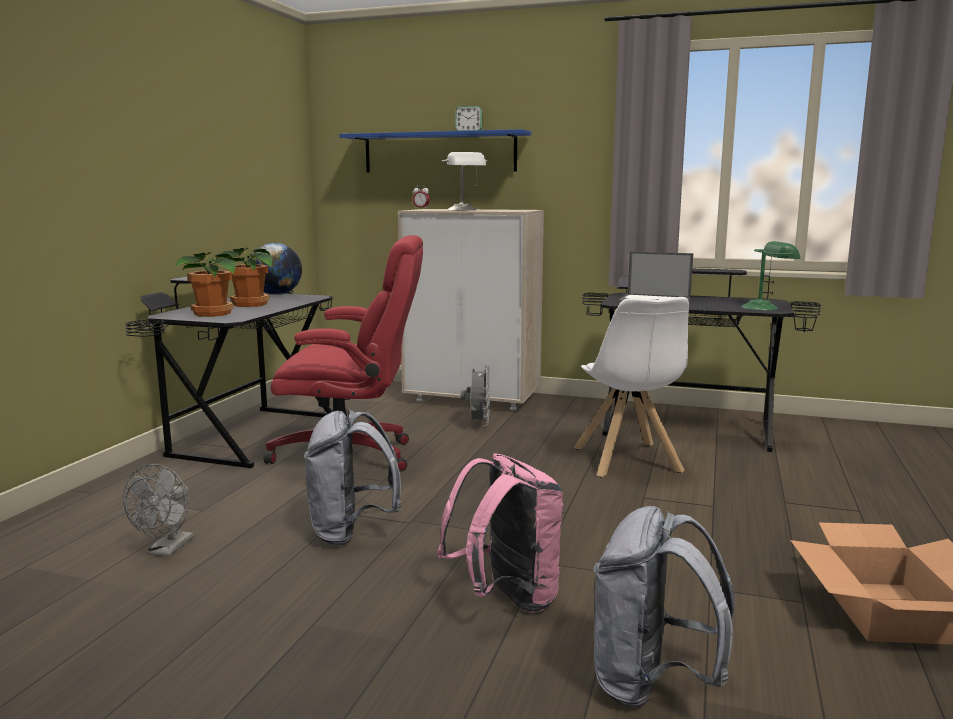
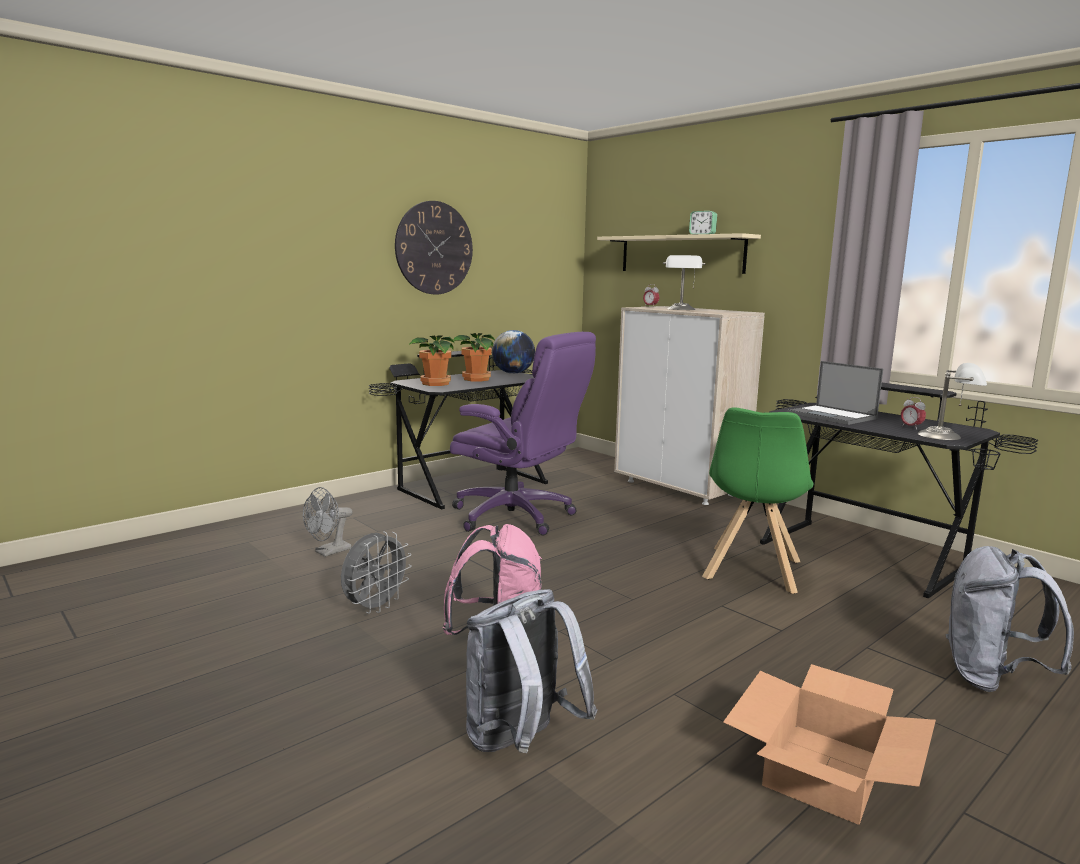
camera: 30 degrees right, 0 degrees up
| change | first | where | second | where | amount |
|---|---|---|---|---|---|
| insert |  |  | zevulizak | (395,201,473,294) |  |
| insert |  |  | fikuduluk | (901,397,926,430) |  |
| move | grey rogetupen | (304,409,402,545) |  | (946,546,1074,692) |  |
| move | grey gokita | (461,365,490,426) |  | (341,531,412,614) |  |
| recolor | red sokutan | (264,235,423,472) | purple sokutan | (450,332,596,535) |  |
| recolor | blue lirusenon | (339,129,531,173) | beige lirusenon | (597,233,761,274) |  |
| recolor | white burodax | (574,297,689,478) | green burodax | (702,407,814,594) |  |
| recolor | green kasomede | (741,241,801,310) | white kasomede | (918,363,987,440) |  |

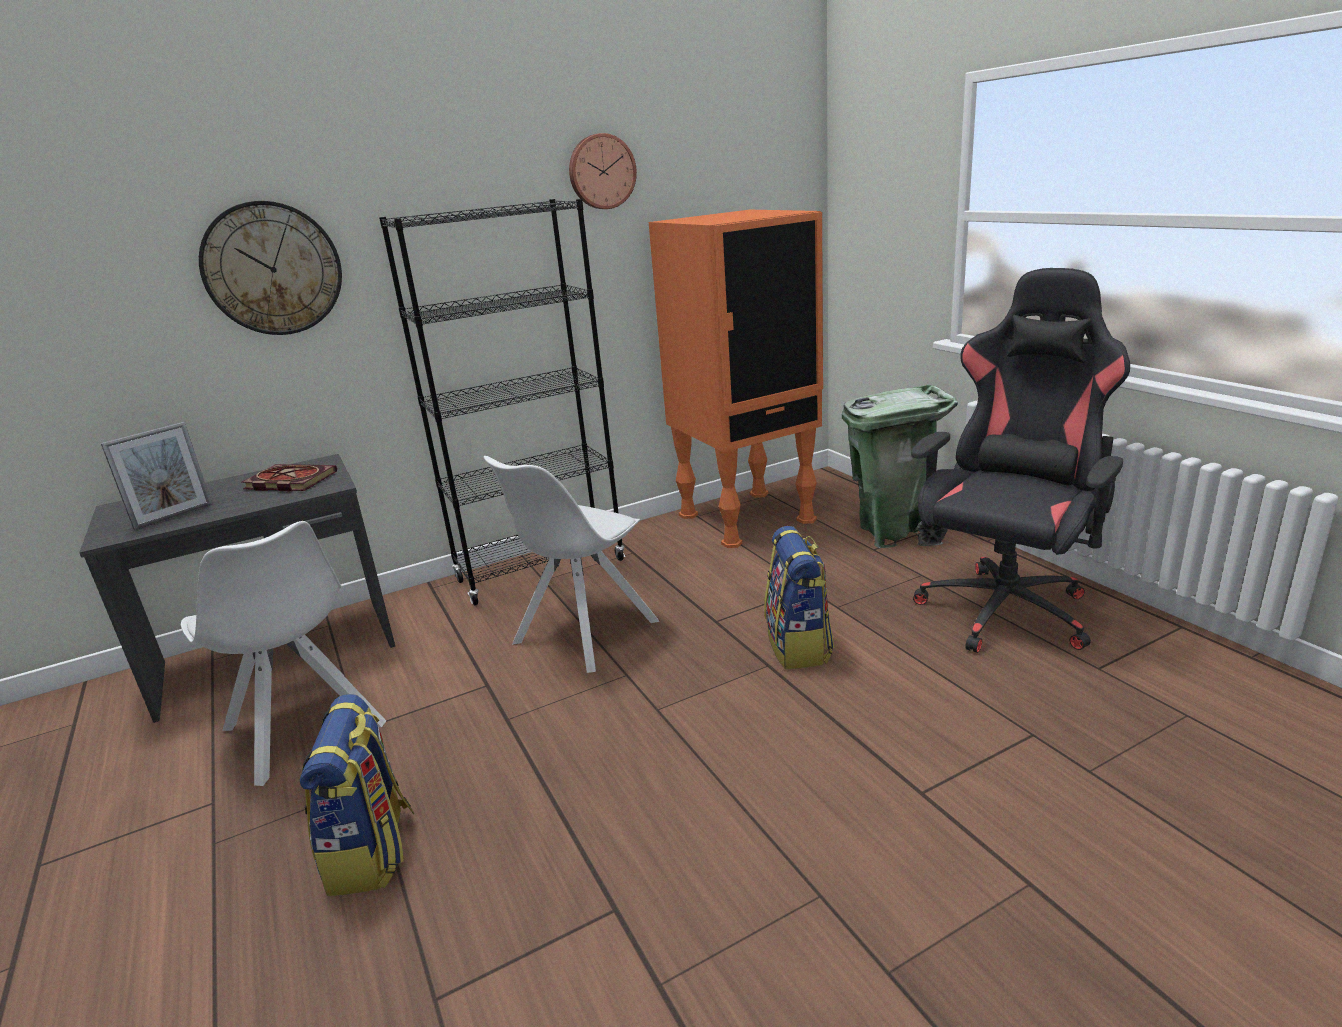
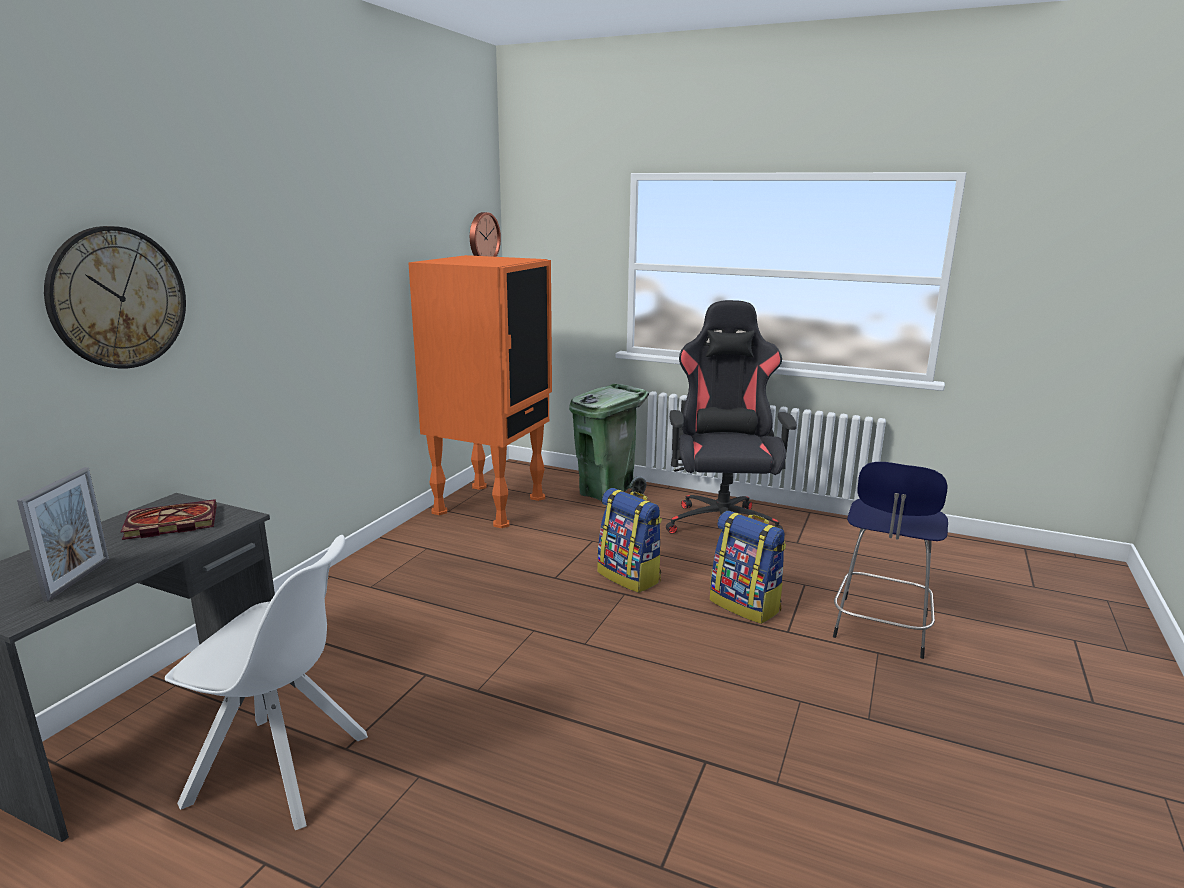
camera: 40 degrees left, 5 degrees down
| change | first | where | second | where | amount |
|---|---|---|---|---|---|
| delete | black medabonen | (379,199,625,606) |  |  |  |
| delete | white burodax | (484,456,660,673) |  |  |  |
| insert |  |  | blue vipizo | (833,462,948,659) |  |
| move | rogetupen | (300,694,414,896) |  | (710,511,786,624) |  |
| move | zevulizak | (569,133,637,209) |  | (470,212,501,257) |  |

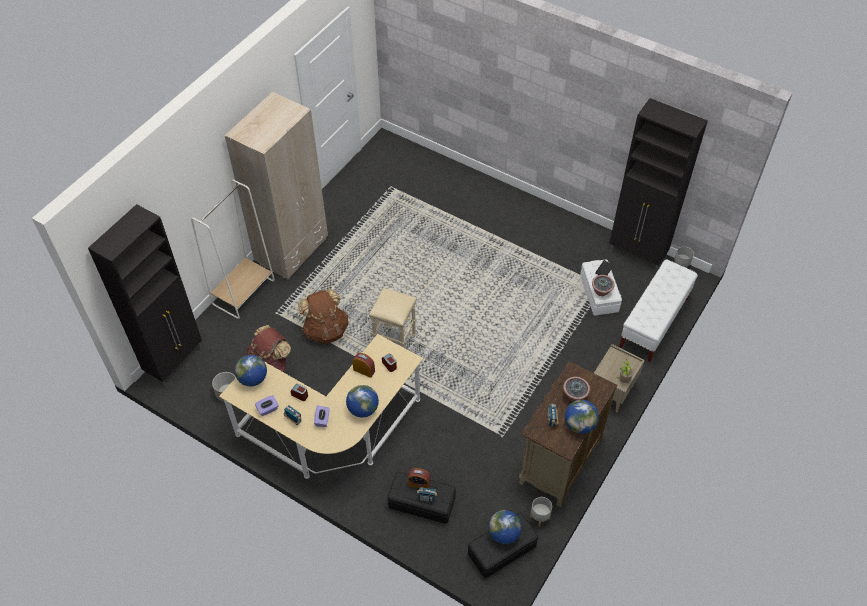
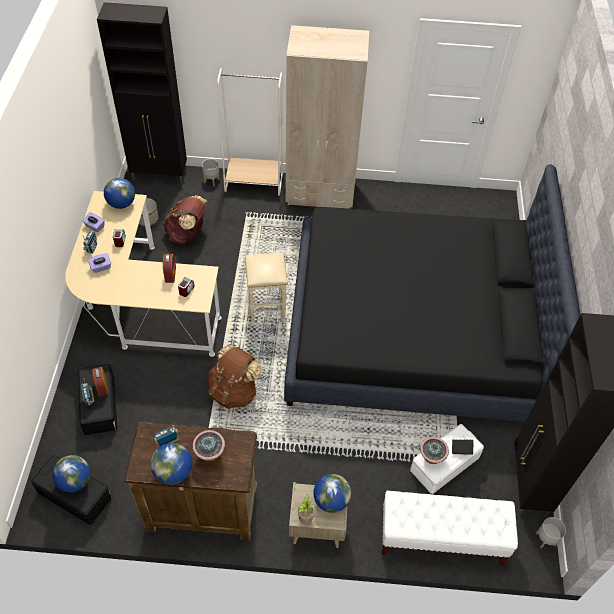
camera: 60 degrees right, 0 degrees up
| change | first | where | second | where | amount |
|---|---|---|---|---|---|
| insert |  |  | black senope | (284,164,580,422) |  |
| move | brown rogetupen | (298,289,349,344) |  | (208,344,262,409) |  |
| move | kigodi | (346,385,379,418) |  | (314,474,351,513) |  |
| move | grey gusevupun | (530,497,552,527) |  | (202,159,220,186) |  |

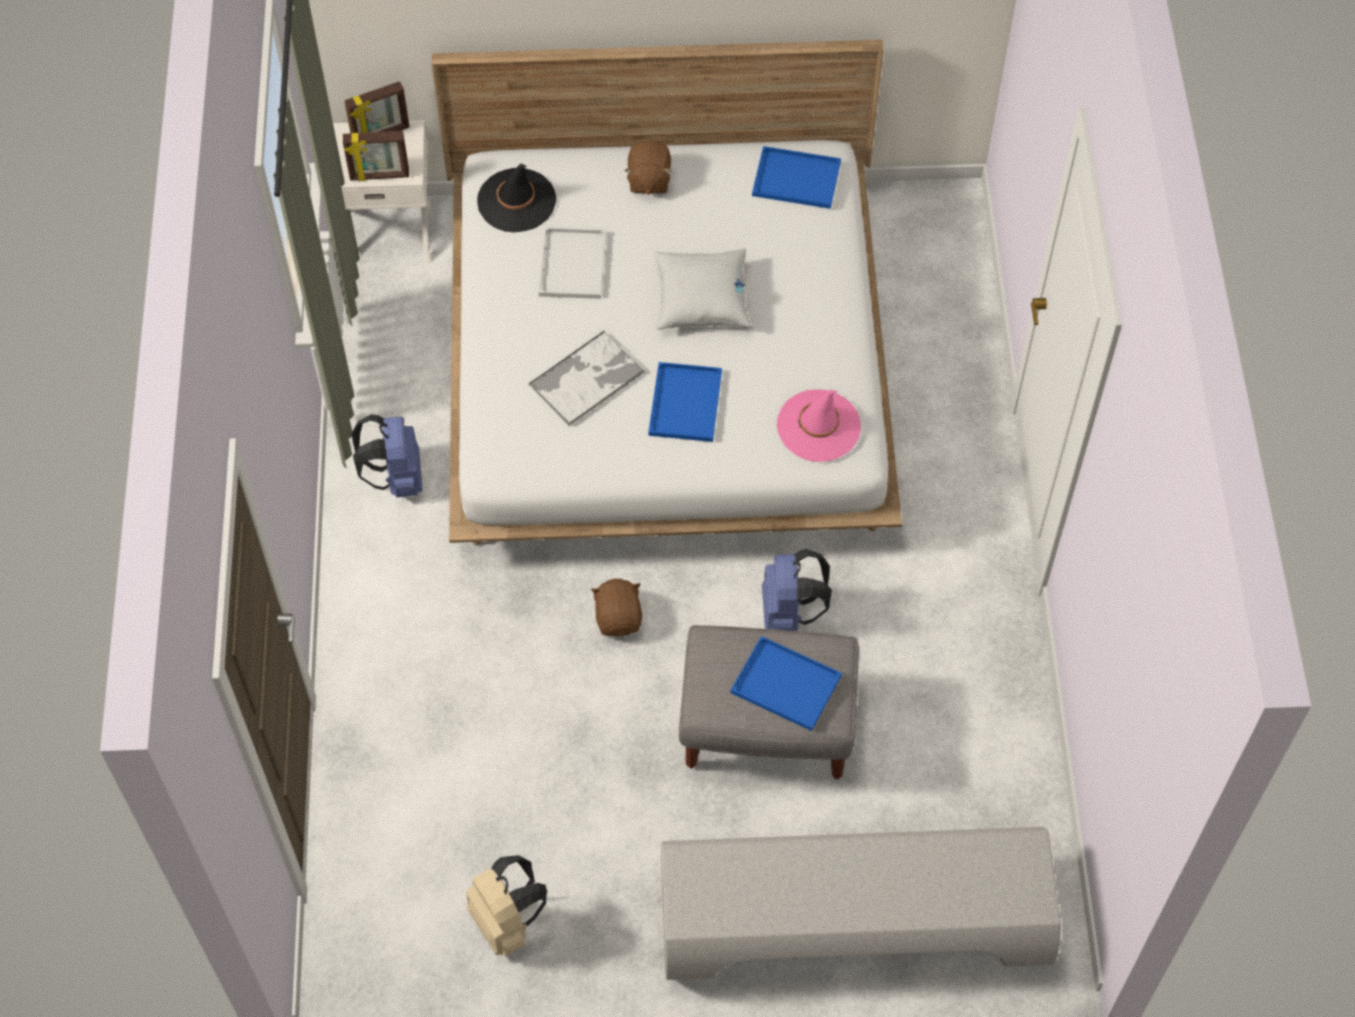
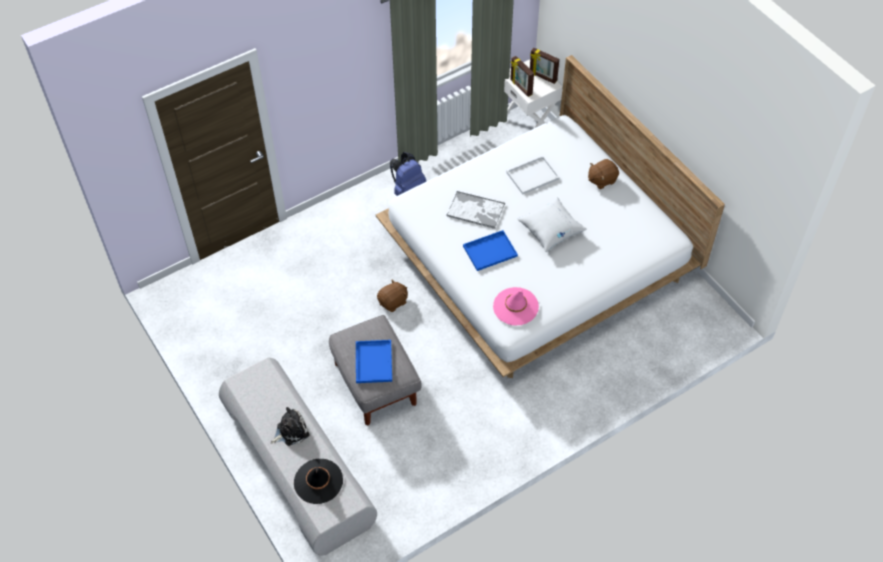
camera: 60 degrees right, 5 degrees down
| change | first | where | second | where | amount |
|---|---|---|---|---|---|
| delete | beige rogetupen | (466,855,547,957) |  |  |  |
| delete | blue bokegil | (752,146,841,209) |  |  |  |
| delete | blue rogetupen | (762,549,832,631) |  |  |  |
| insert |  |  | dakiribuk | (271,407,309,446) |  |
| move | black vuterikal | (477,164,556,232) |  | (294,459,343,504) |  |

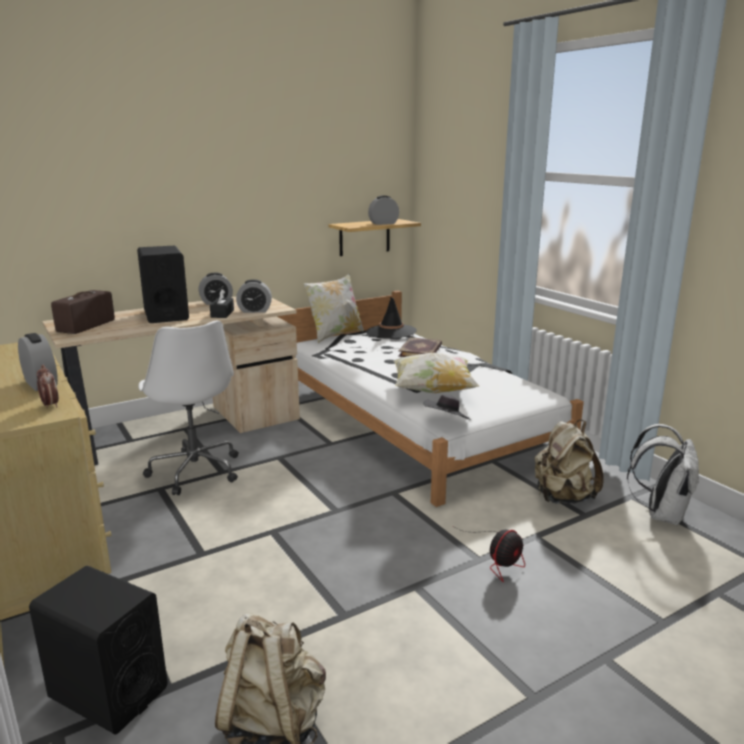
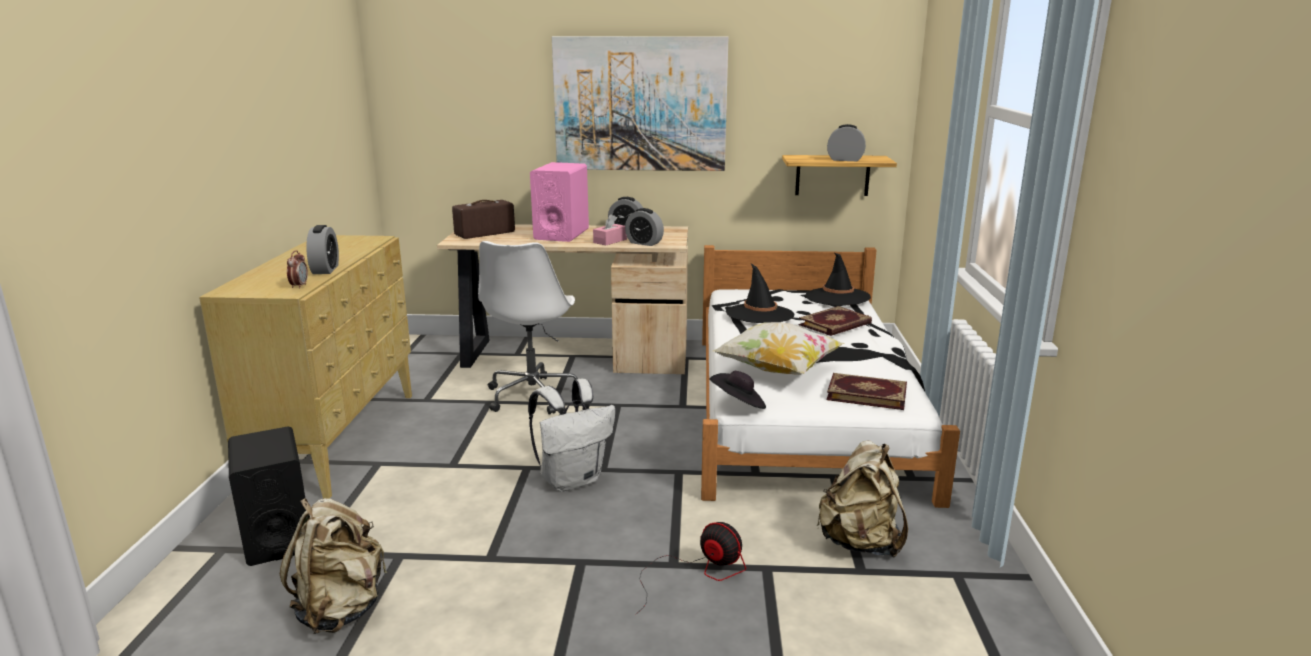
camera: 35 degrees right, 0 degrees up
| change | first | where | second | where | amount |
|---|---|---|---|---|---|
| delete | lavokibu | (303,273,364,343) |  |  |  |
| insert |  |  | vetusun | (552,36,729,171) |  |
| insert |  |  | black vuterikal | (726,263,794,323) |  |
| insert |  |  | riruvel | (827,373,907,410) |  |
| move | white rogetupen | (627,424,699,526) |  | (528,379,615,492) |  |
| recolor | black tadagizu | (137,246,189,323) | pink tadagizu | (530,162,589,242) |  |
| recolor | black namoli | (210,289,234,318) | pink namoli | (593,214,627,245) |  |
| rotate | gokita | (454,527,525,582) |  | (635,522,746,615) | 135 degrees counterclockwise |

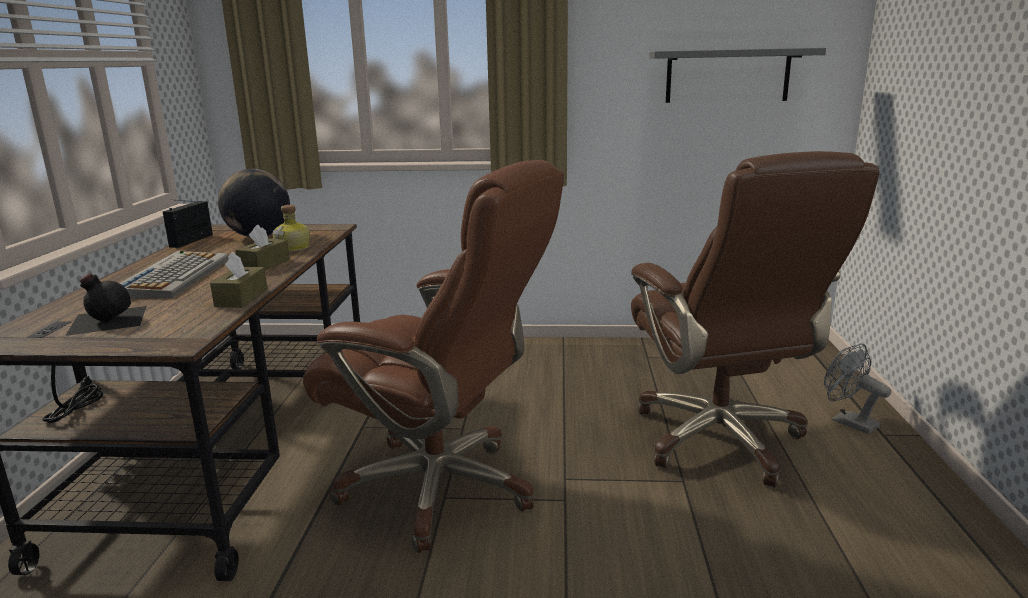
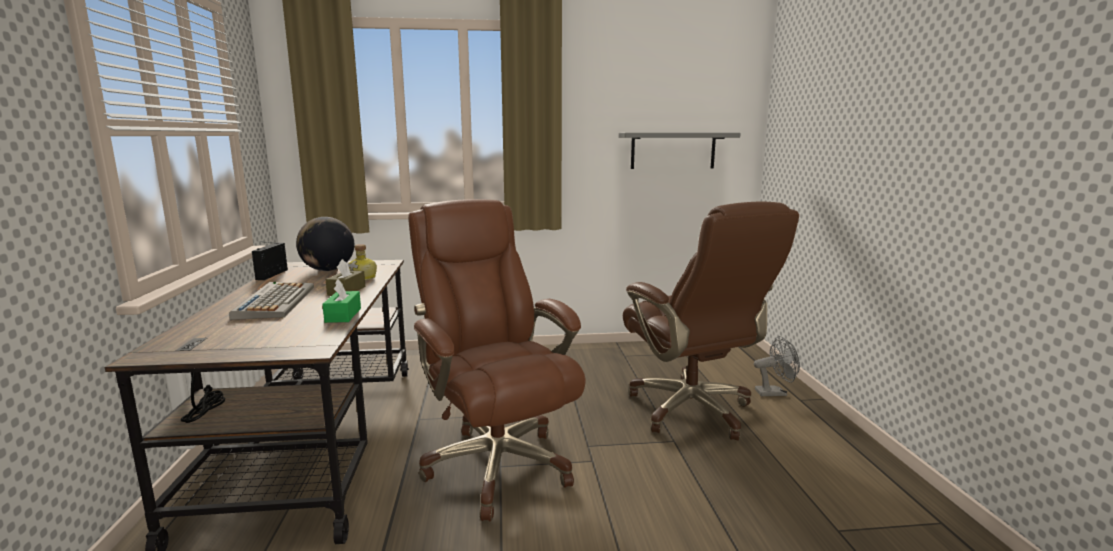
camera: 10 degrees left, 5 degrees down
| change | first | where | second | where | amount |
|---|---|---|---|---|---|
| delete | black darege | (65,273,147,336) |  |  |  |
| recolor | brown namoli | (210,252,268,308) | green namoli | (322,279,361,323) |  |
| rotate | brown sokutan | (303,160,564,553) |  | (408,199,586,521) | 135 degrees counterclockwise |
| rotate | grey gokita | (824,344,891,434) |  | (754,336,800,396) | 135 degrees clockwise |

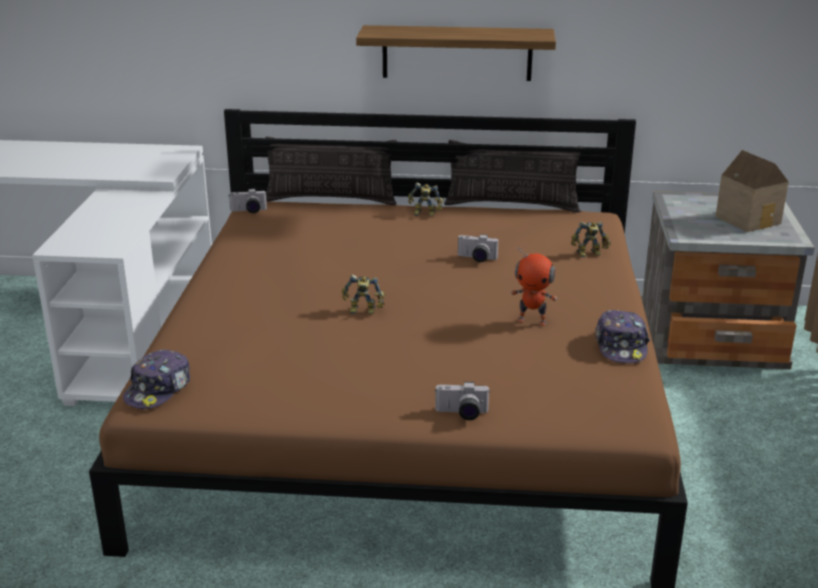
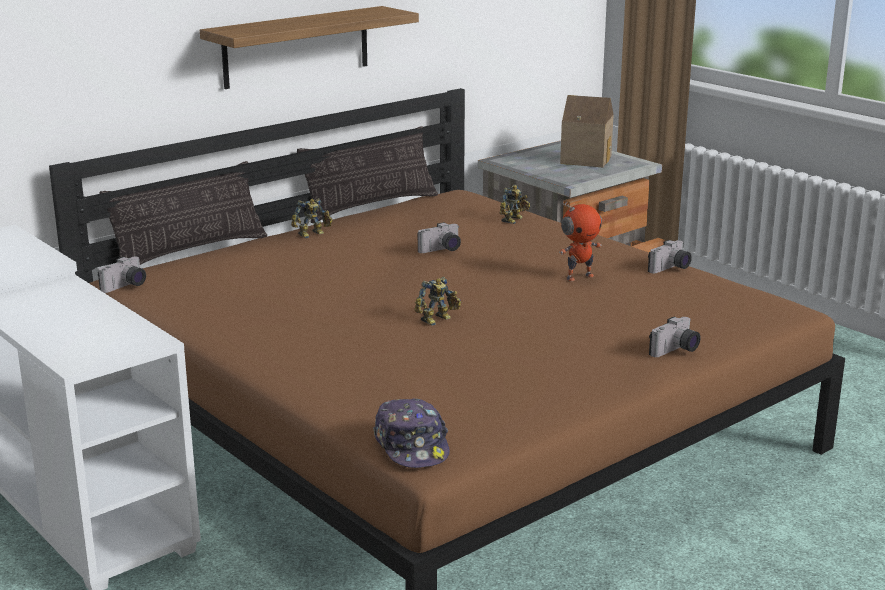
camera: 45 degrees left, 5 degrees down
| change | first | where | second | where | amount |
|---|---|---|---|---|---|
| replace | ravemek | (595,310,650,363) | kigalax | (648,240,692,274) |  |

